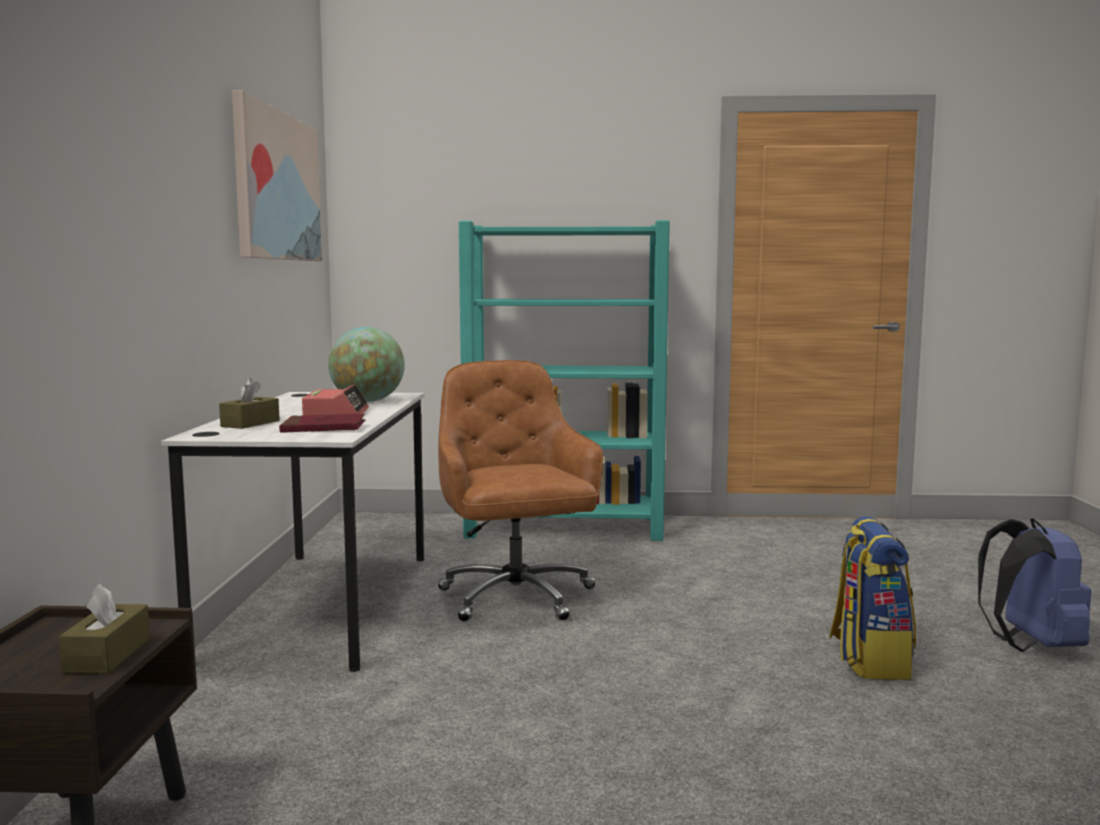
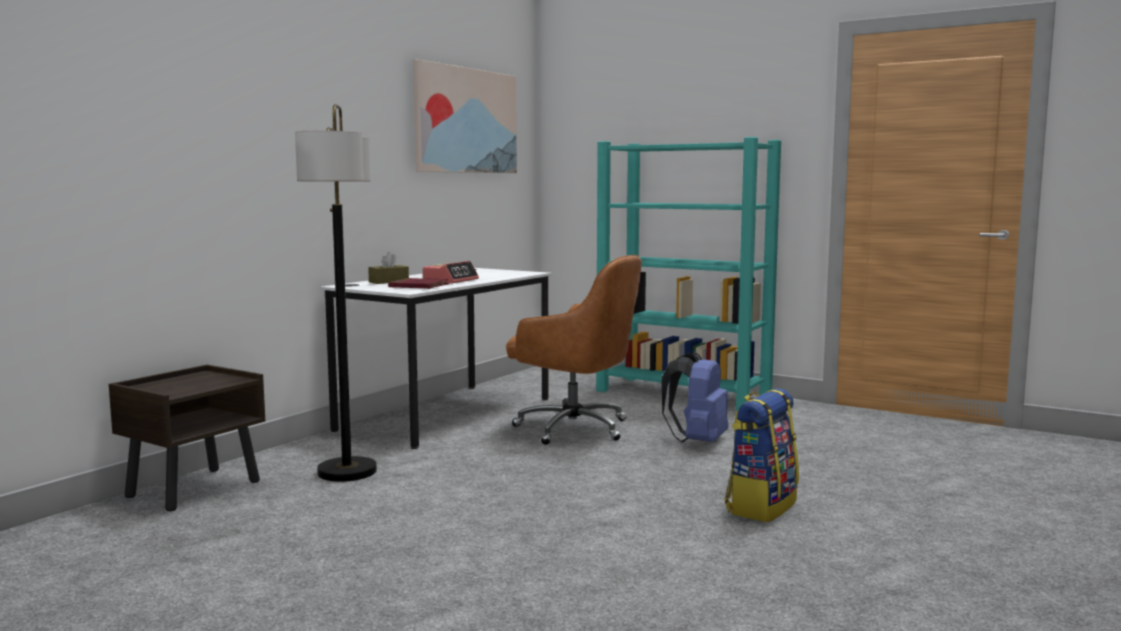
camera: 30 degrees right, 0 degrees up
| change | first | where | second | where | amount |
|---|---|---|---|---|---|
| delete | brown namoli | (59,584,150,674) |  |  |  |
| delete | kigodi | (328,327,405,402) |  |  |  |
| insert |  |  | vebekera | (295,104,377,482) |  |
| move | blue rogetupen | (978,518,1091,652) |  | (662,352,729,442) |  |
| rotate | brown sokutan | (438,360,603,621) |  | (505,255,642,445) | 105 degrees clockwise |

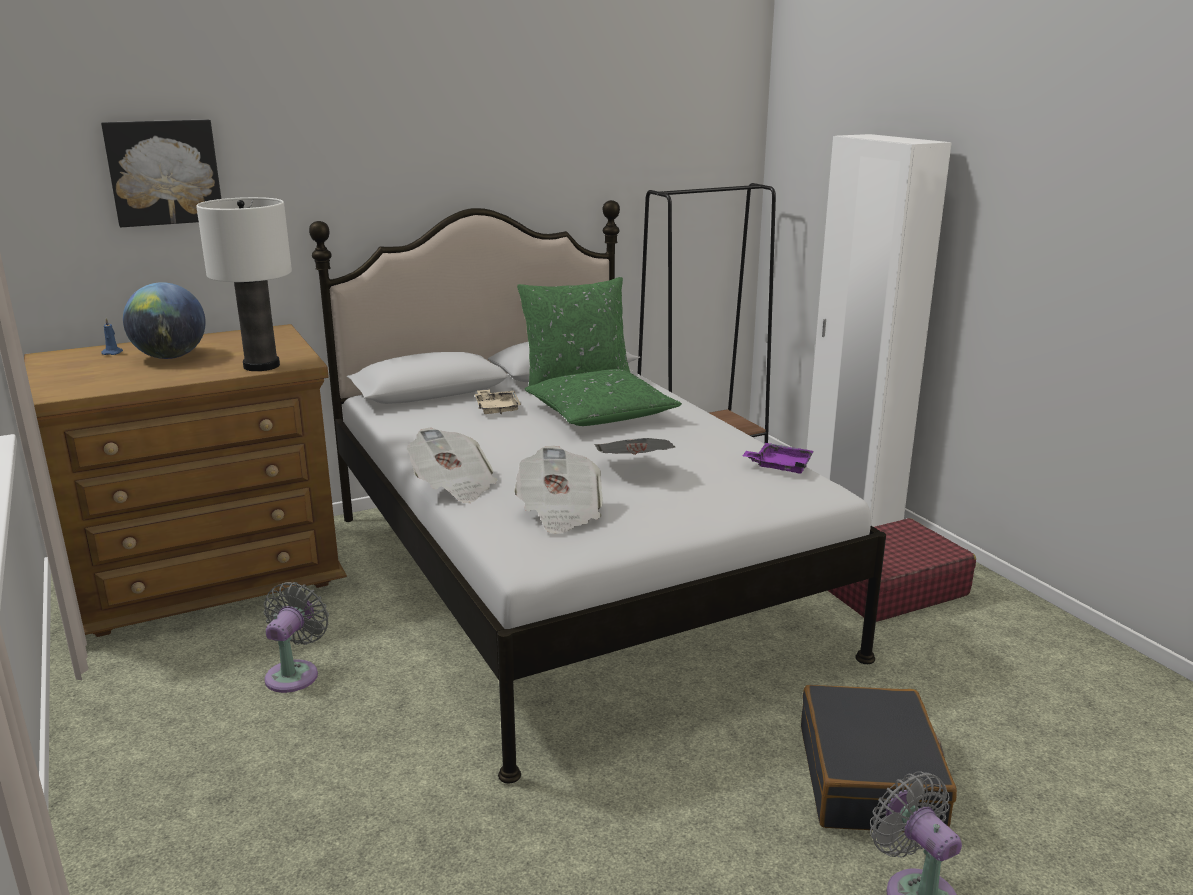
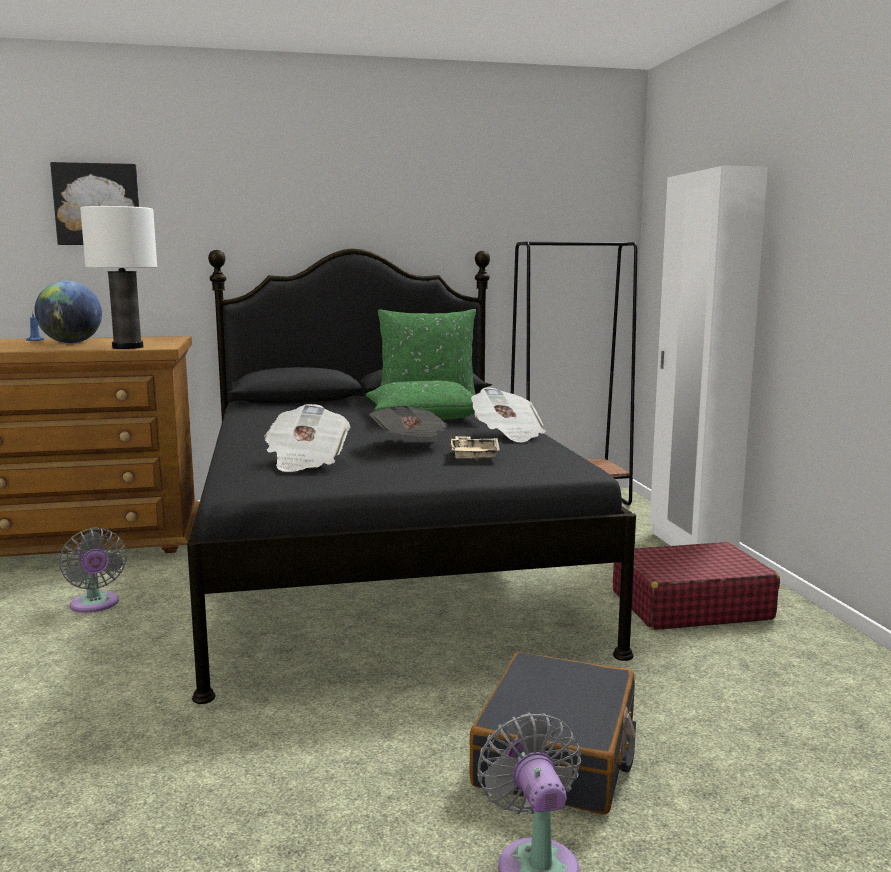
camera: 15 degrees right, 10 degrees down
| change | first | where | second | where | amount |
|---|---|---|---|---|---|
| delete | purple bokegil | (742,443,814,474) |  |  |  |
| move | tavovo | (407,428,498,503) |  | (471,387,546,443) |  |
| move | beige bokegil | (475,389,521,414) |  | (451,436,500,460) |  |
| recolor | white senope | (309,200,886,784) | black senope | (187,249,636,704) |  |
| rotate | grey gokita | (263,582,329,693) |  | (59,527,127,613) | 120 degrees clockwise |

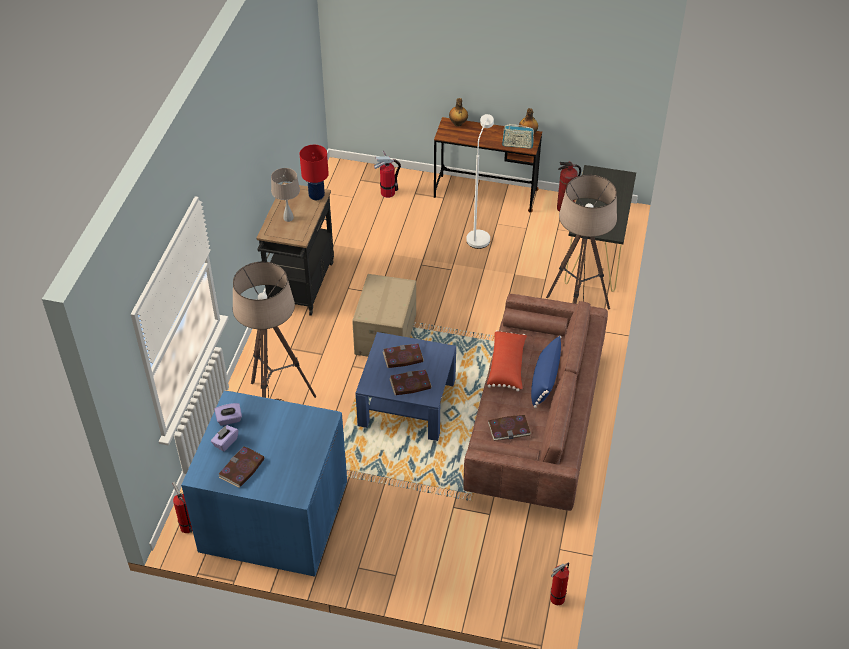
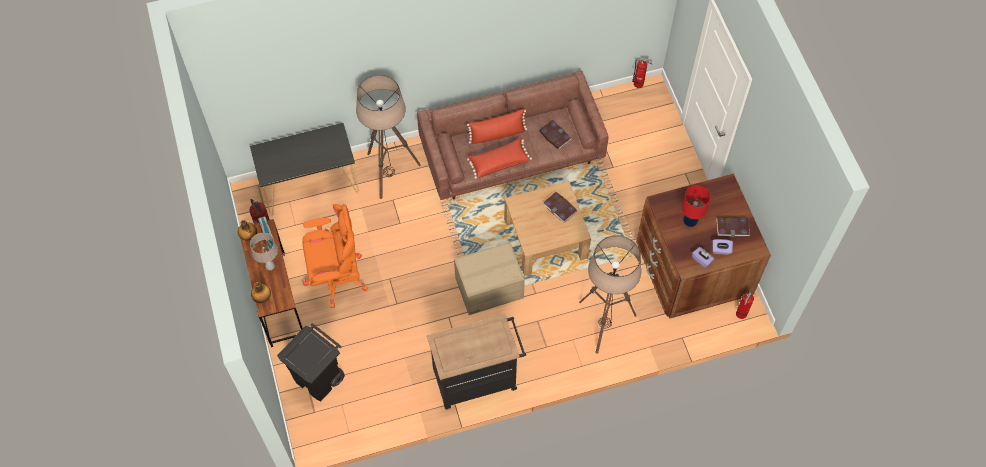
camera: 120 degrees left, 15 degrees up
| change | first | where | second | where | amount |
|---|---|---|---|---|---|
| delete | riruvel | (383,344,424,368) |  |  |  |
| move | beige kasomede | (271,168,300,222) |  | (250,233,278,270) |  |
| move | red kasomede | (300,145,329,200) |  | (682,185,711,227) |  |
| replace | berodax | (374,150,401,198) | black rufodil | (277,323,345,401) |  |
| replace | white vebekera | (466,114,494,249) | orange sokutan | (302,204,368,308) |  |
| recolor | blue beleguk | (181,391,347,577) | brown beleguk | (636,173,771,319) |  |
| recolor | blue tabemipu | (356,332,456,441) | brown tabemipu | (504,181,591,276) |  |
| recolor | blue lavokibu | (531,336,562,408) | red lavokibu | (467,109,527,144) |  |

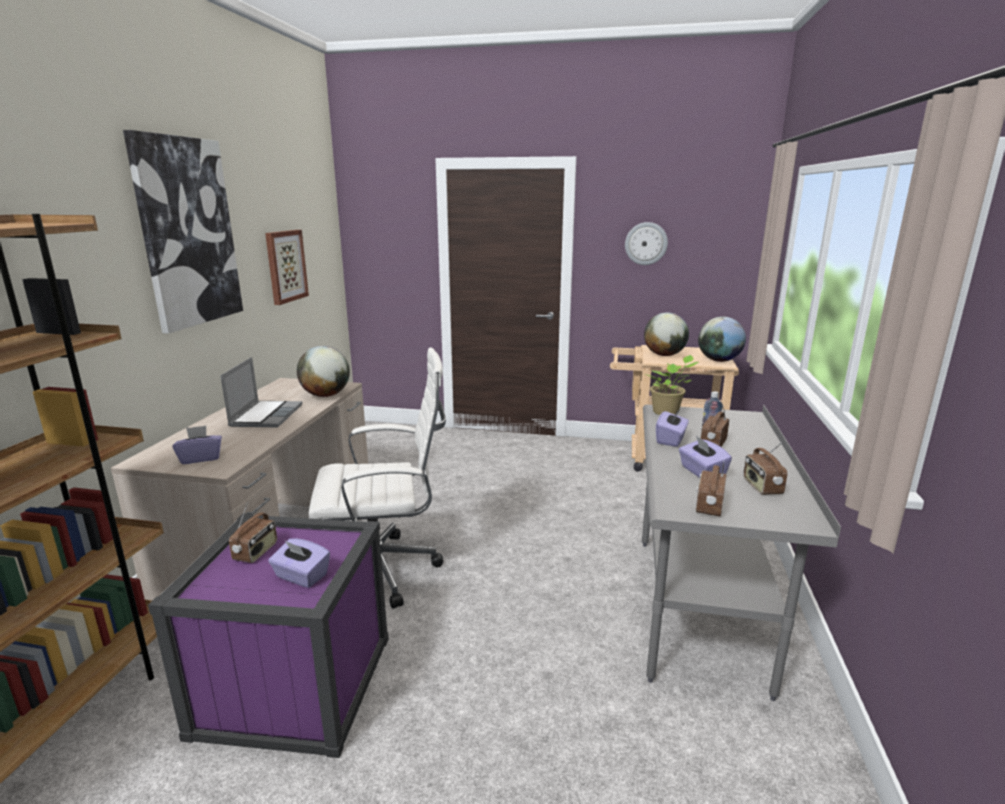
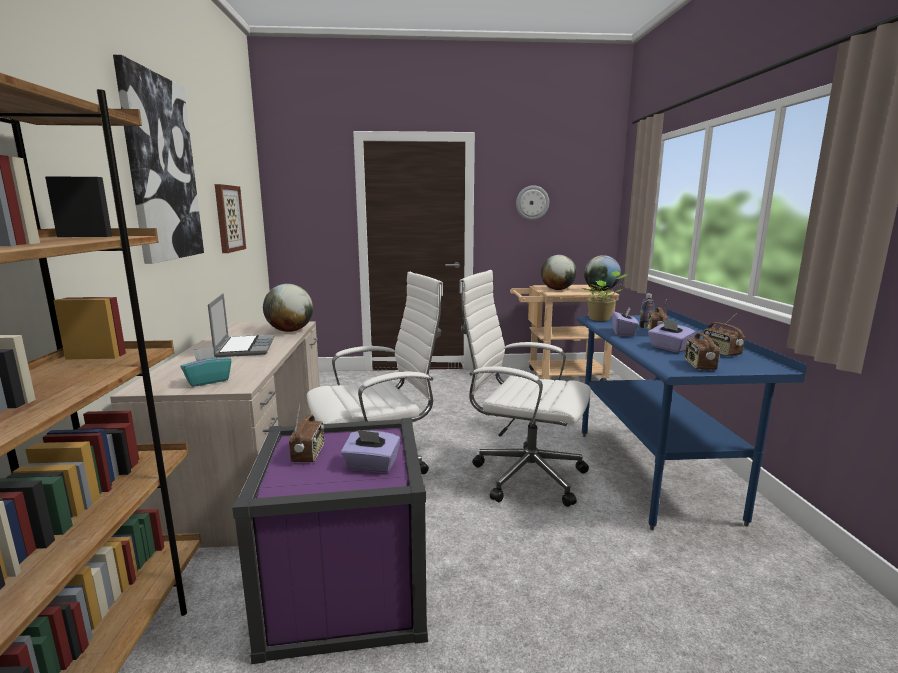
camera: 15 degrees left, 5 degrees down
| change | first | where | second | where | amount |
|---|---|---|---|---|---|
| insert |  |  | white sokutan | (460,270,591,507) |  |
| recolor | purple namoli | (172,426,222,464) | turquoise namoli | (181,347,231,387) |  |
| recolor | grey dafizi | (642,405,841,701) | blue dafizi | (577,309,807,530) |  |

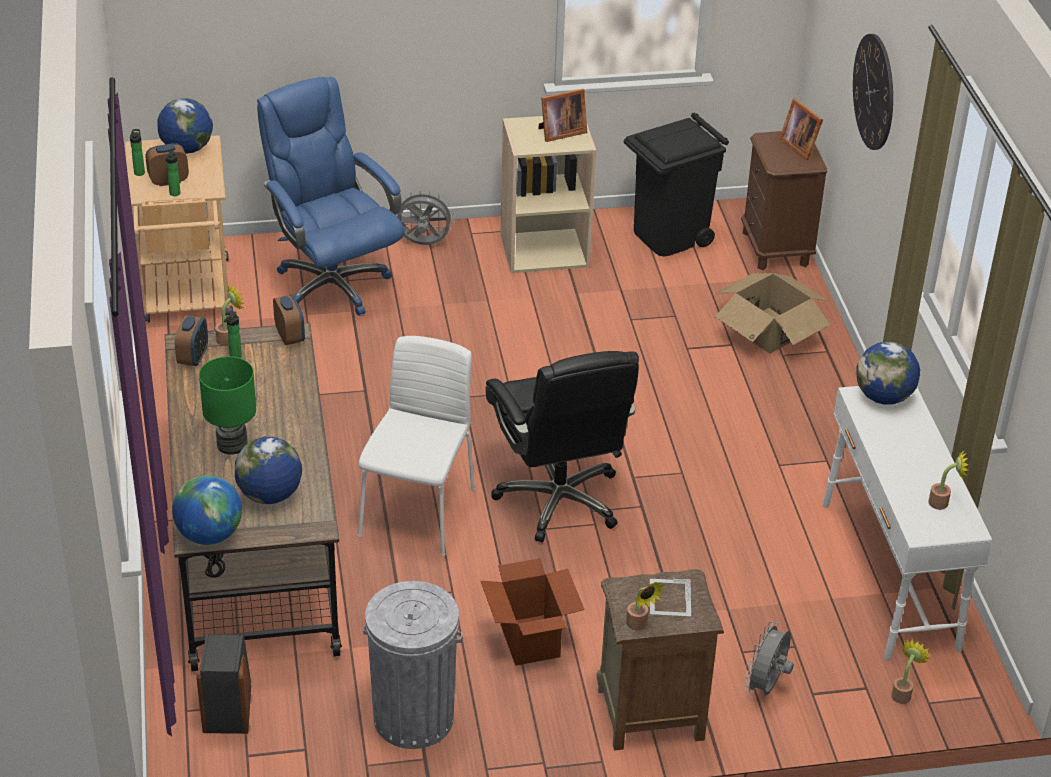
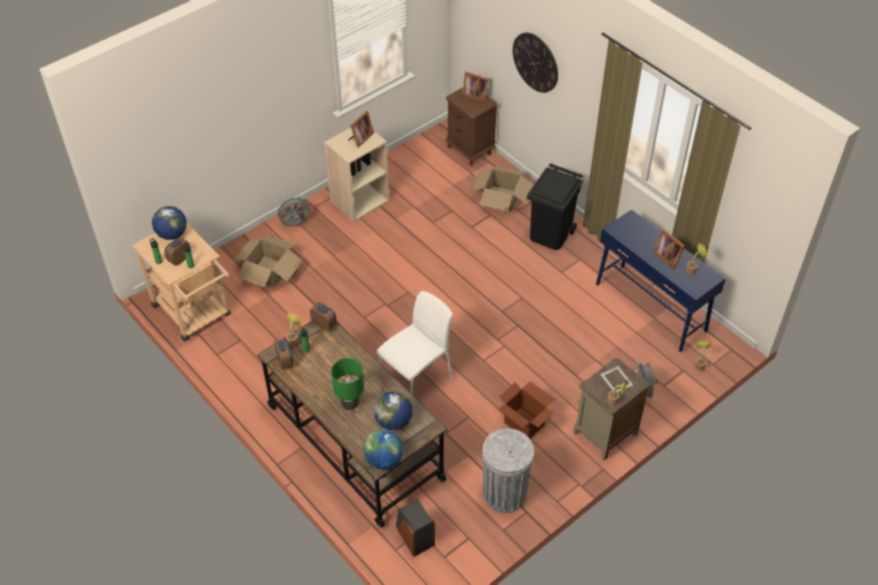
camera: 30 degrees left, 10 degrees up
| change | first | where | second | where | amount |
|---|---|---|---|---|---|
| delete | black sokutan | (485,351,639,543) |  |  |  |
| delete | kigodi | (856,341,920,405) |  |  |  |
| insert |  |  | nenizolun | (653,229,685,269) |  |
| move | black rufodil | (624,113,729,256) |  | (526,164,583,250) |  |
| replace | blue sokutan | (257,77,404,316) | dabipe | (233,235,303,287) |  |
| recolor | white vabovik | (822,386,992,660) | blue vabovik | (596,210,726,352) |  |
| rotate | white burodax | (358,336,475,556) |  | (376,291,453,395) | 60 degrees clockwise |

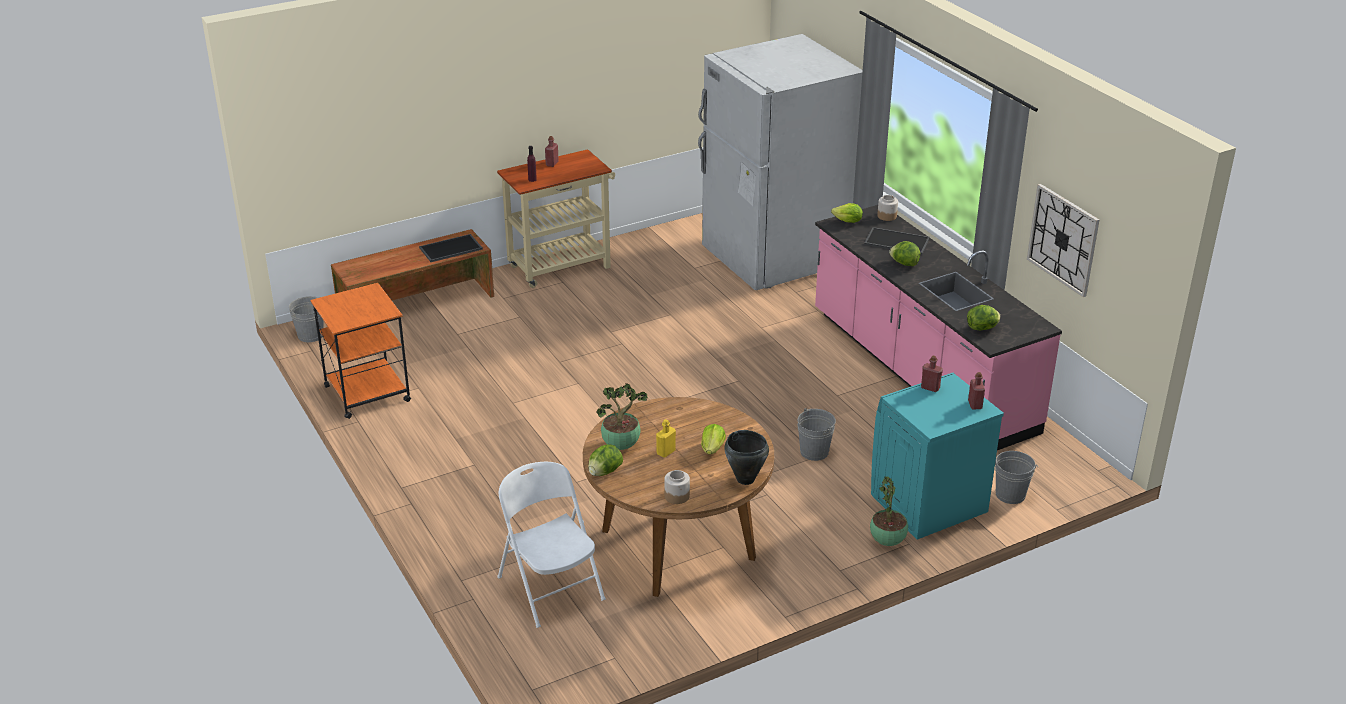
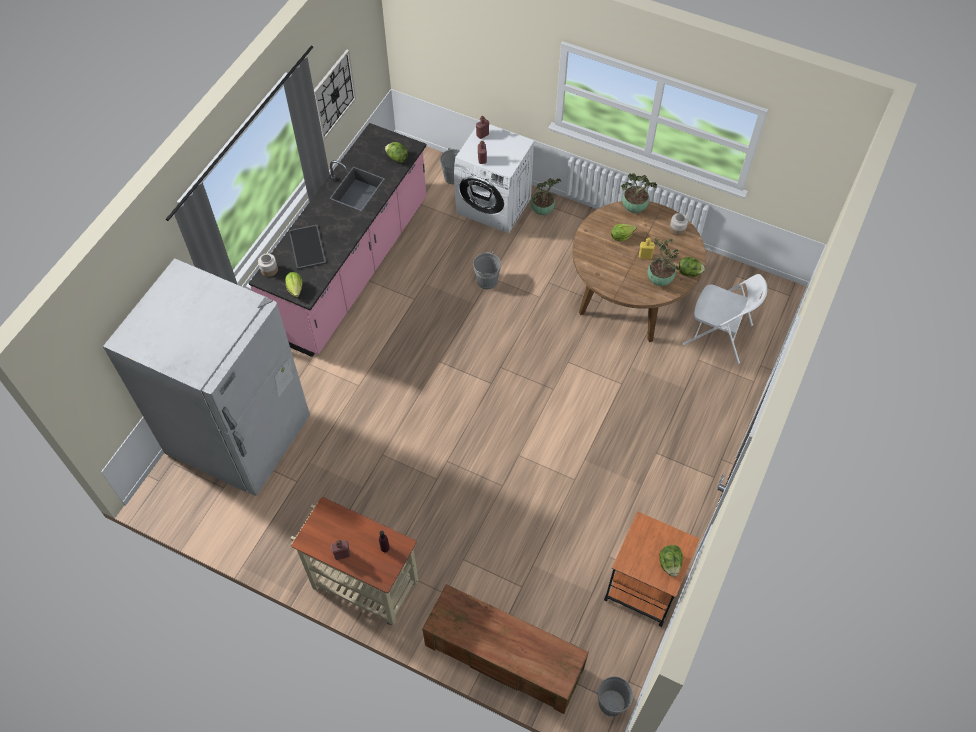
camera: 125 degrees left, 25 degrees up
| change | first | where | second | where | amount |
|---|---|---|---|---|---|
| delete | bokegil | (419,234,483,262) |  |  |  |
| move | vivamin | (889,241,920,266) |  | (659,545,683,577) |  |
| replace | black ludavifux | (724,430,769,485) | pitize | (621,173,658,213) |  |
| recolor | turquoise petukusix | (871,373,1004,539) | white petukusix | (454,125,534,233) |  |
| rotate | white burodax | (497,462,606,628) |  | (683,274,767,364) | 90 degrees counterclockwise |

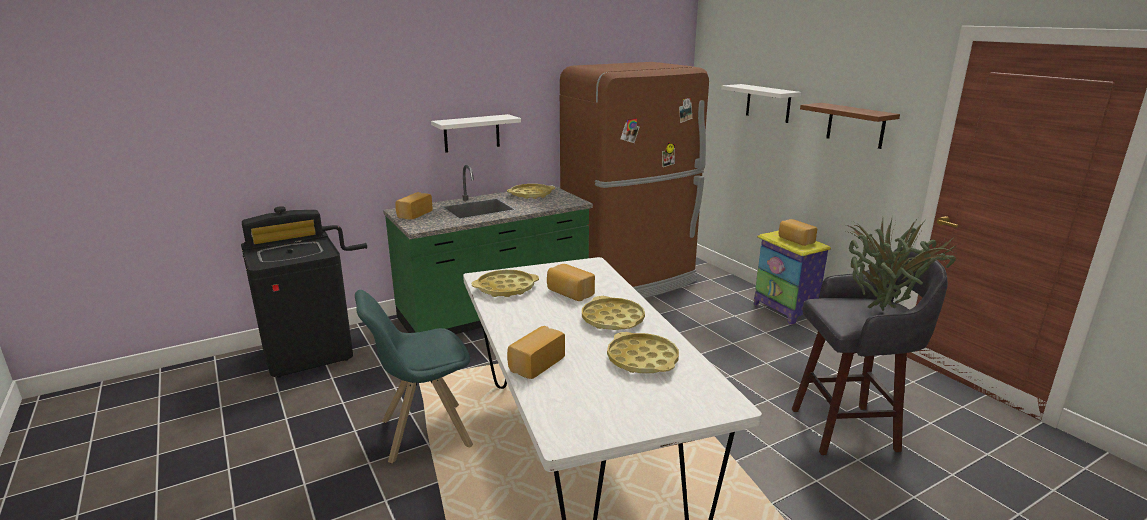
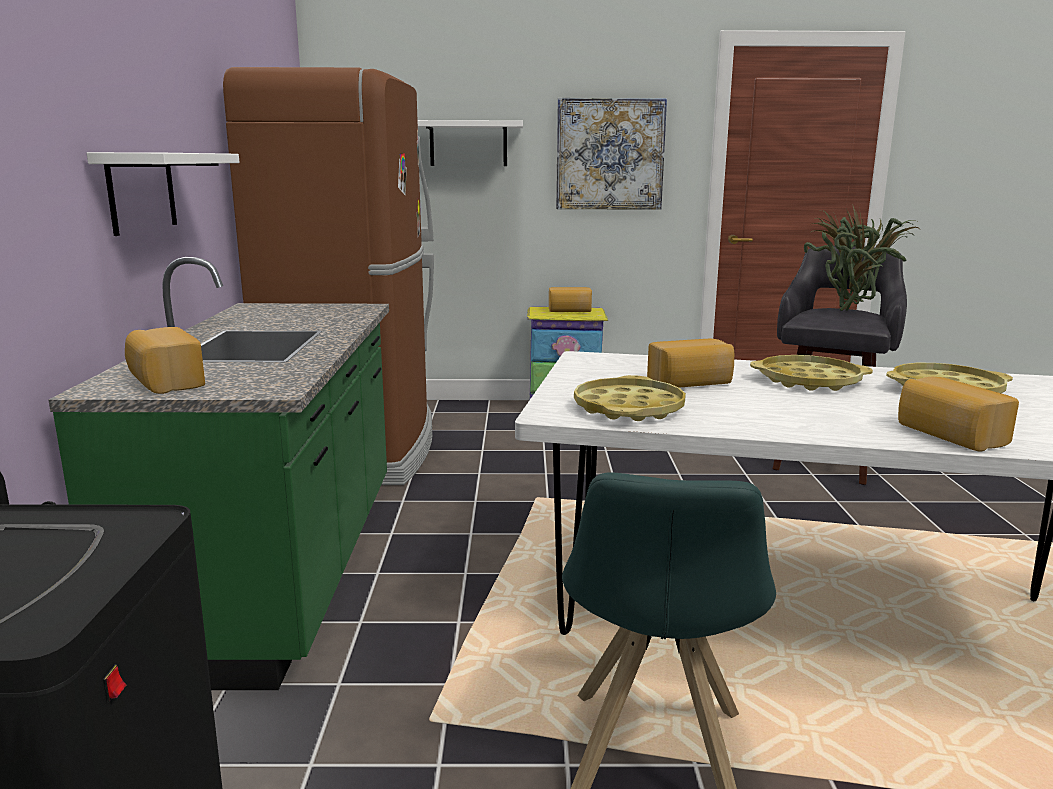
camera: 60 degrees left, 5 degrees down
| change | first | where | second | where | amount |
|---|---|---|---|---|---|
| delete | yellow bokegil | (507,184,555,199) |  |  |  |
| replace | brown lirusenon | (800,103,900,149) | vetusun | (556,98,667,210) |  |

